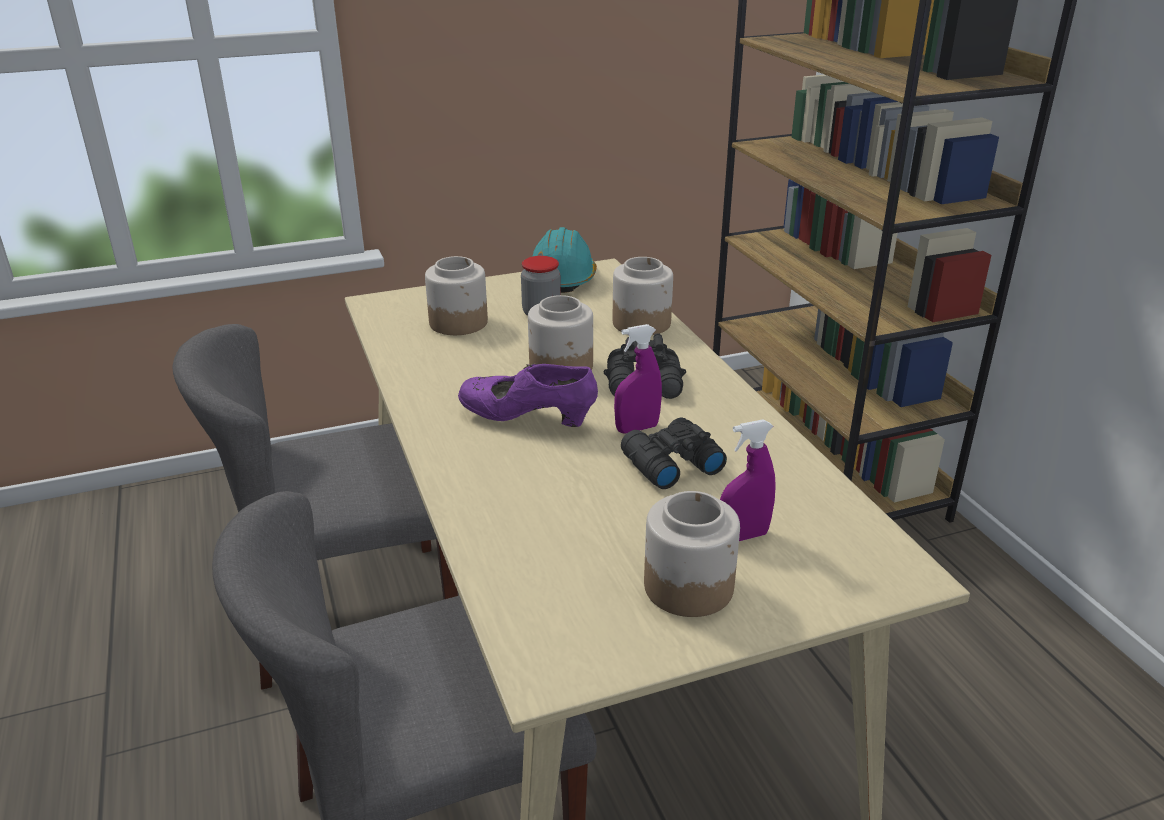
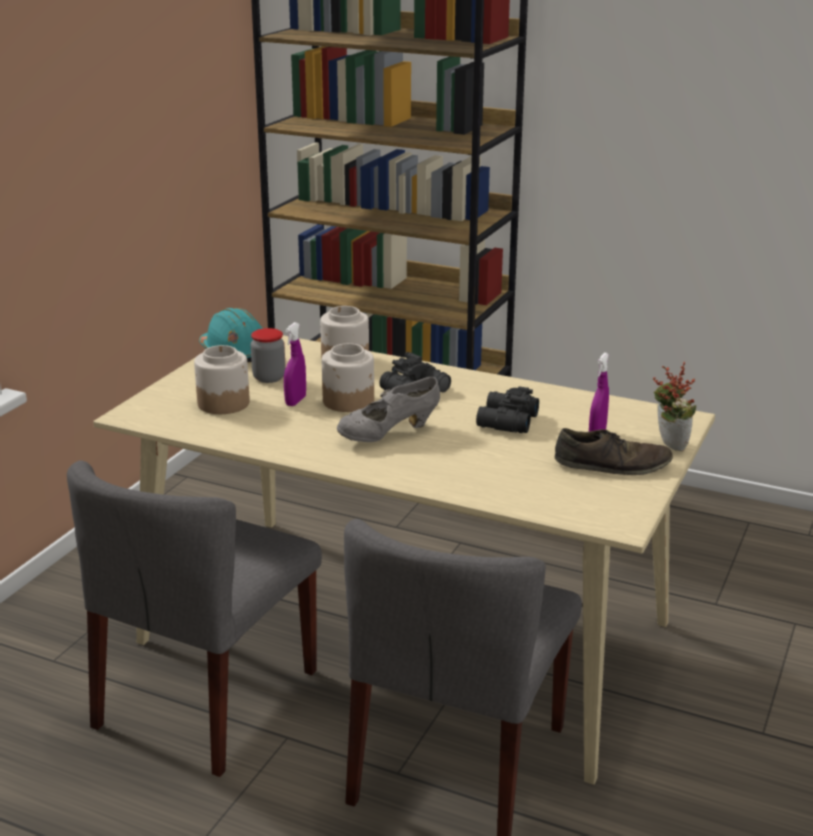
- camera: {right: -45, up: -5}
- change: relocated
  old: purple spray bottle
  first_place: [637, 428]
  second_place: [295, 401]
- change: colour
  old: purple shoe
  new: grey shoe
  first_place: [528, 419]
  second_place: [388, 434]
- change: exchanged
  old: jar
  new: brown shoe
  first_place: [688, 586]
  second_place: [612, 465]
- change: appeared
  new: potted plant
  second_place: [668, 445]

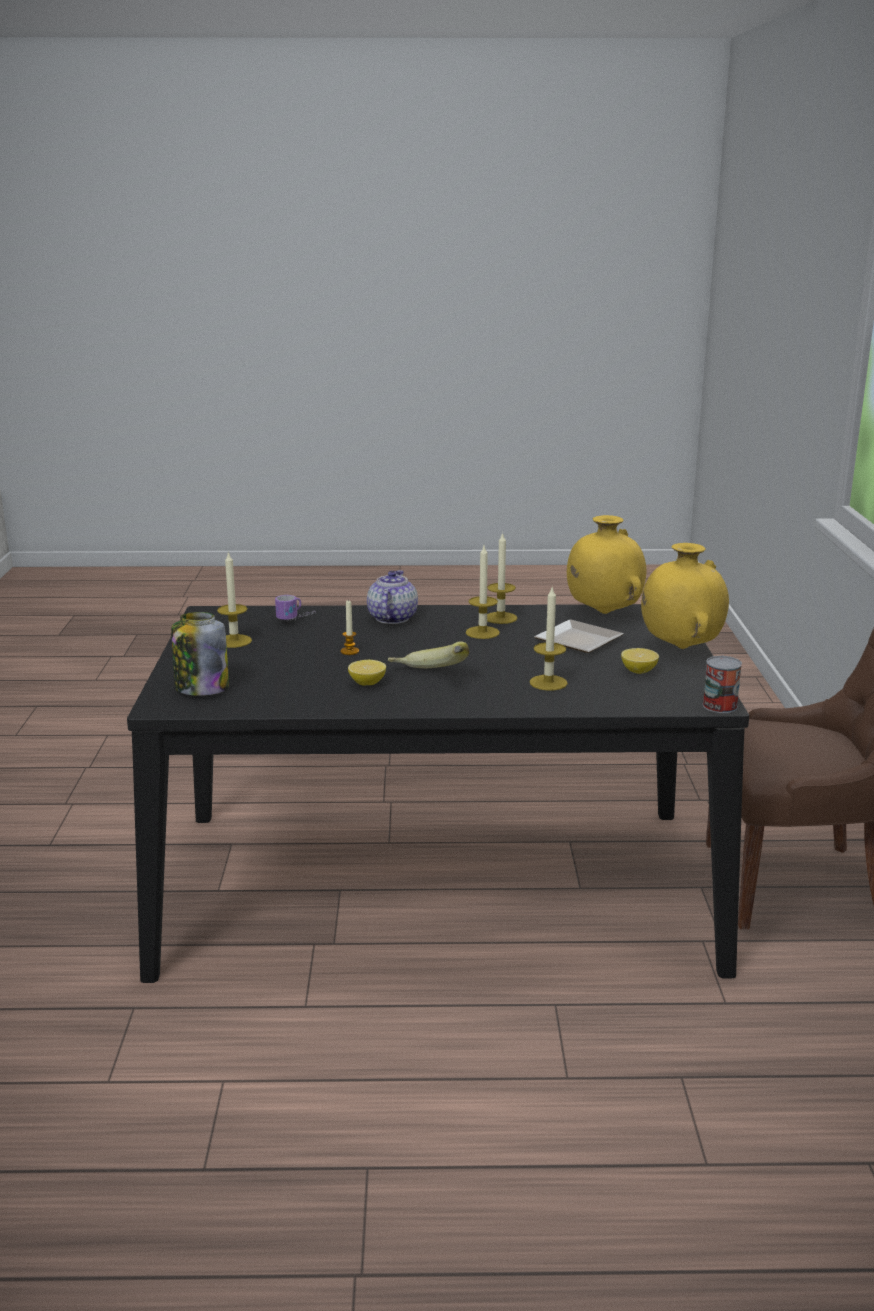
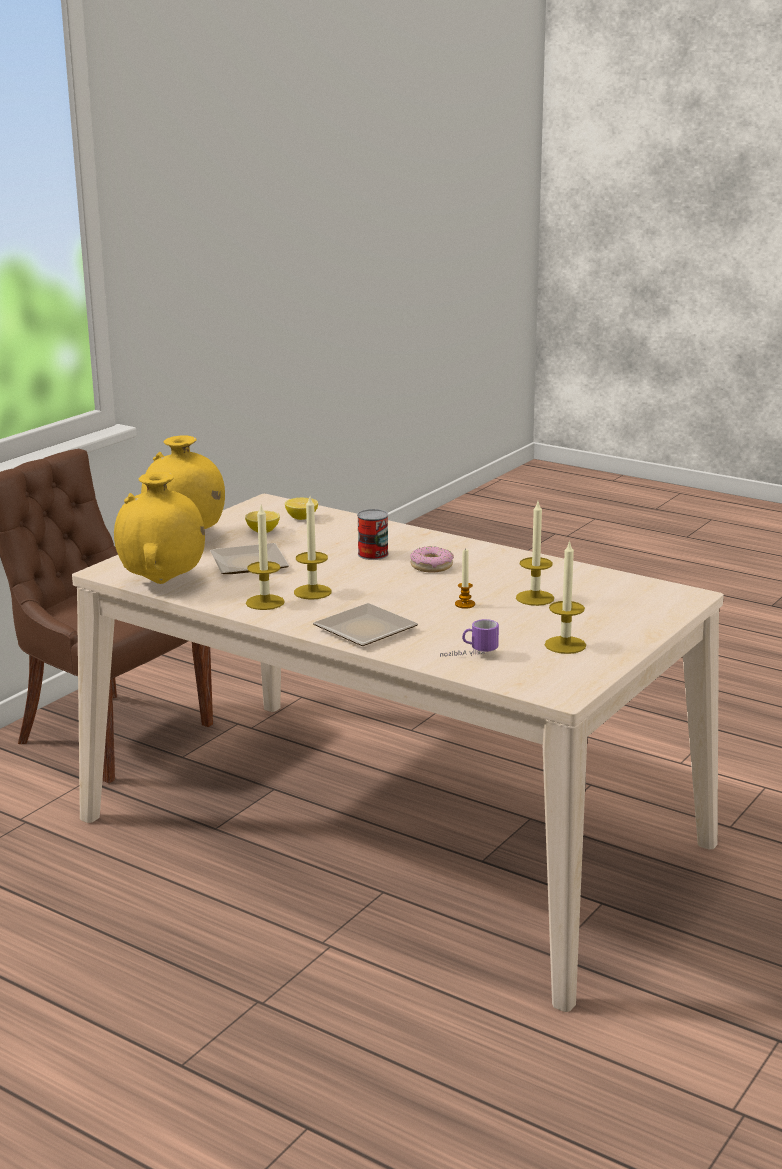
- camera: {right: -145, up: 0}
- change: colour
  old: black dining table
  new: beige dining table
  first_place: [437, 888]
  second_place: [392, 831]
- change: relocated
  old: lemon
  first_place: [367, 683]
  second_place: [301, 518]
- change: exchanged
  old: teapot
  new: plate
  first_place: [391, 618]
  second_place: [369, 630]
- change: relocated
  old: can
  first_place: [720, 706]
  second_place: [373, 554]
- change: exchanged
  old: banana
  new: donut
  first_place: [428, 676]
  second_place: [431, 566]
- change: relocated
  old: candle
  first_place: [548, 683]
  second_place: [535, 598]
- change: missing
  old: jar
  first_place: [201, 688]

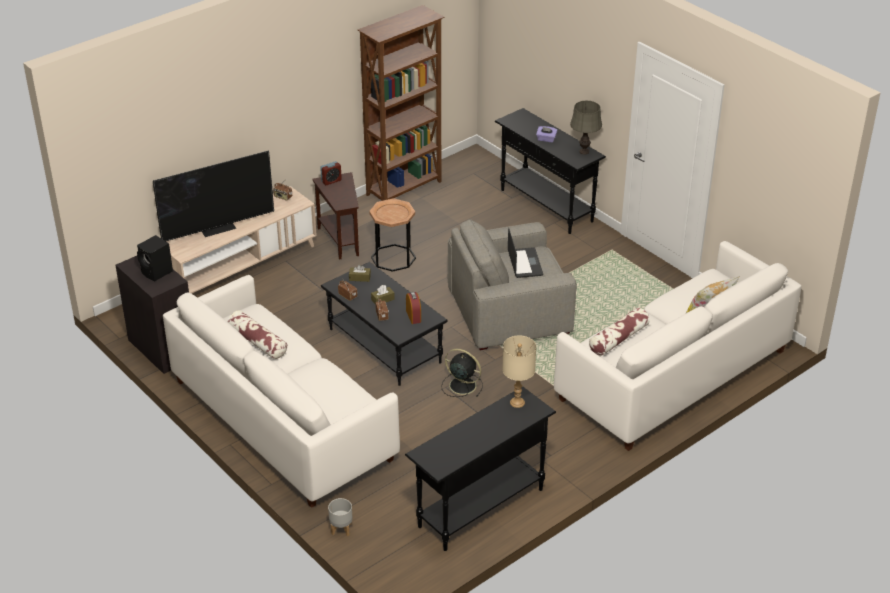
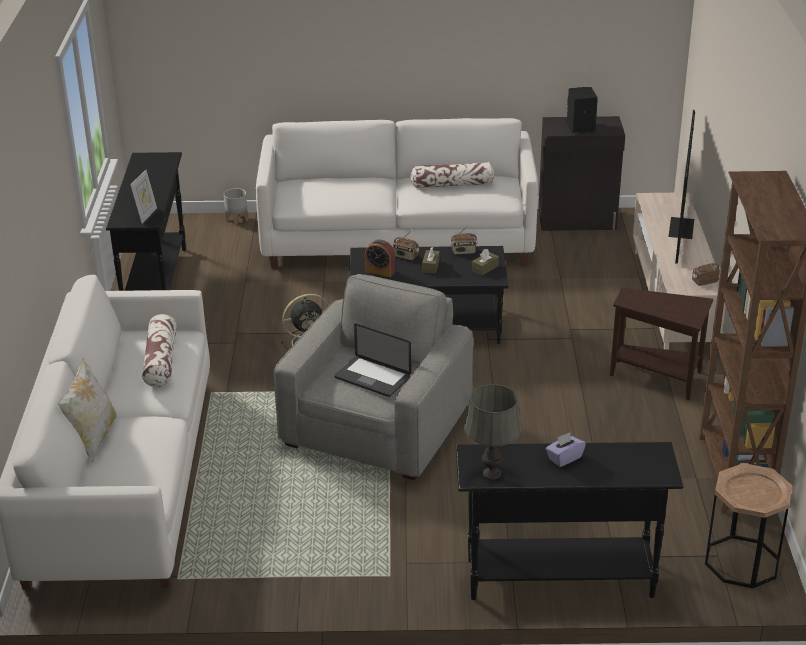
- camera: {right: 130, up: -5}
- change: exchanged
  old: beige table lamp
  new: picture frame
  first_place: [517, 403]
  second_place: [146, 215]
- change: relocated
  old: brown side table
  first_place: [393, 258]
  second_place: [742, 561]
- change: missing
  old: alarm clock
  first_place: [331, 181]

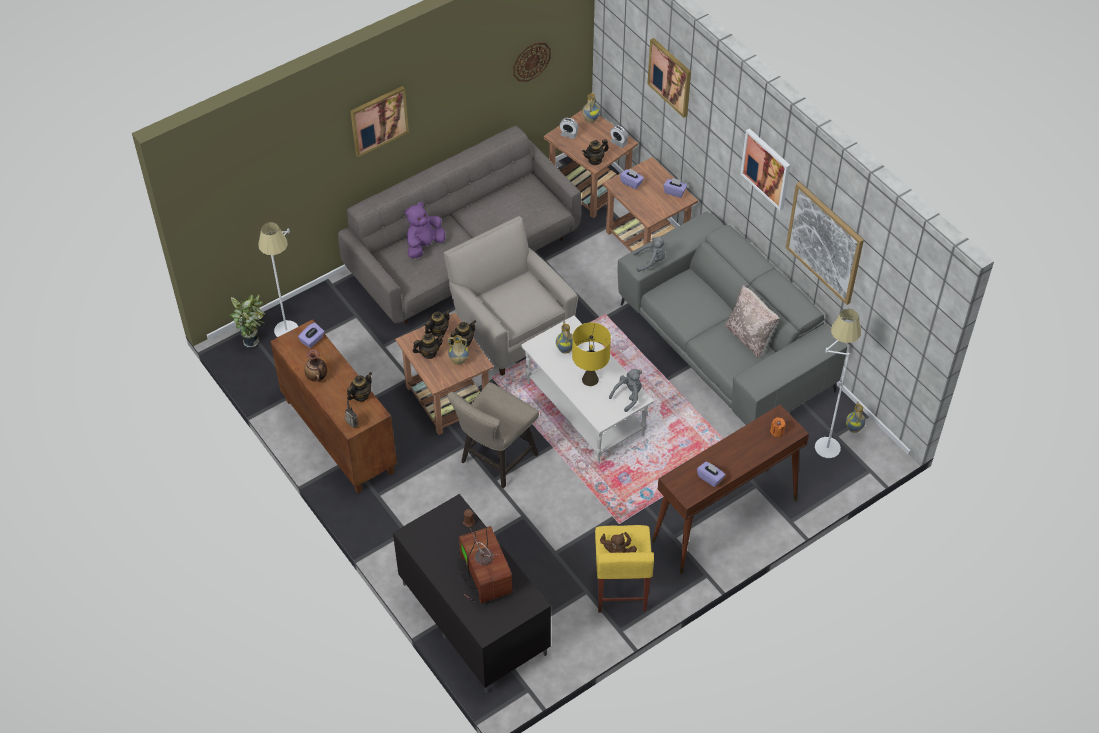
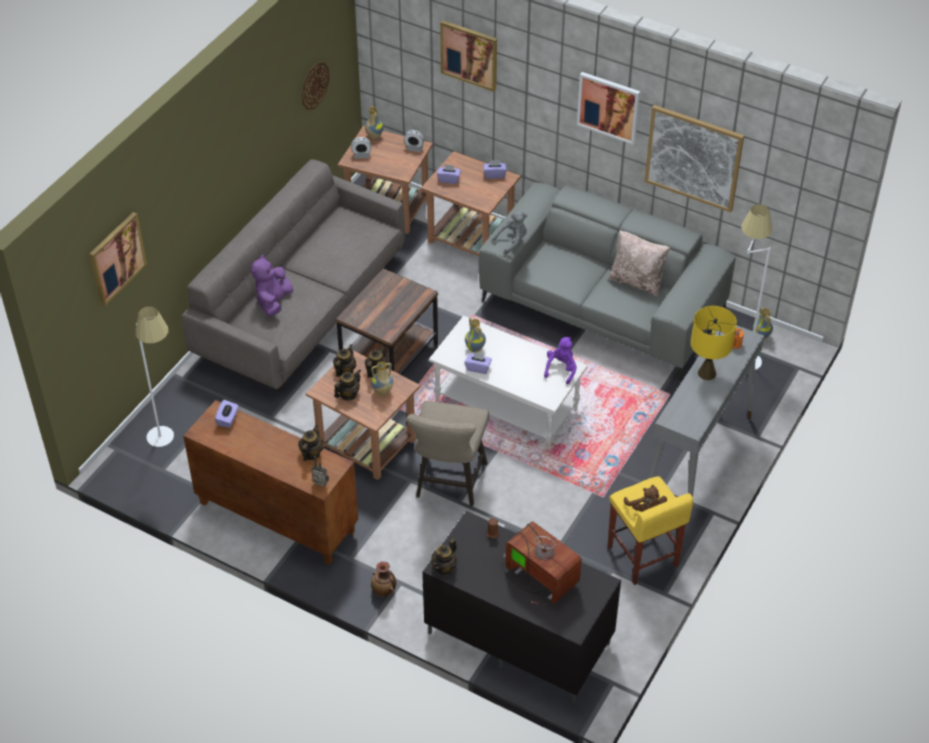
- camera: {right: -25, up: -5}
- change: relocated
  old: picture
  first_place: [378, 120]
  second_place: [117, 258]
- change: exchanged
  old: beige armchair
  new: brown side table
  first_place: [510, 328]
  second_place: [389, 357]
- change: relocated
  old: vase
  first_place: [317, 377]
  second_place: [384, 590]
- change: relocated
  old: teapot
  first_place: [595, 160]
  second_place: [444, 568]
- change: relocated
  old: purple tissue box
  first_place: [710, 478]
  second_place: [478, 368]
- change: colour
  old: grey plush toy
  new: purple plush toy
  first_place: [628, 396]
  second_place: [561, 369]
- change: colour
  old: brown console table
  new: grey console table
  first_place: [724, 521]
  second_place: [698, 458]
- change: relocated
  old: yellow table lamp
  first_place: [590, 379]
  second_place: [707, 373]
- change: missing
  old: potted plant
  first_place: [252, 340]

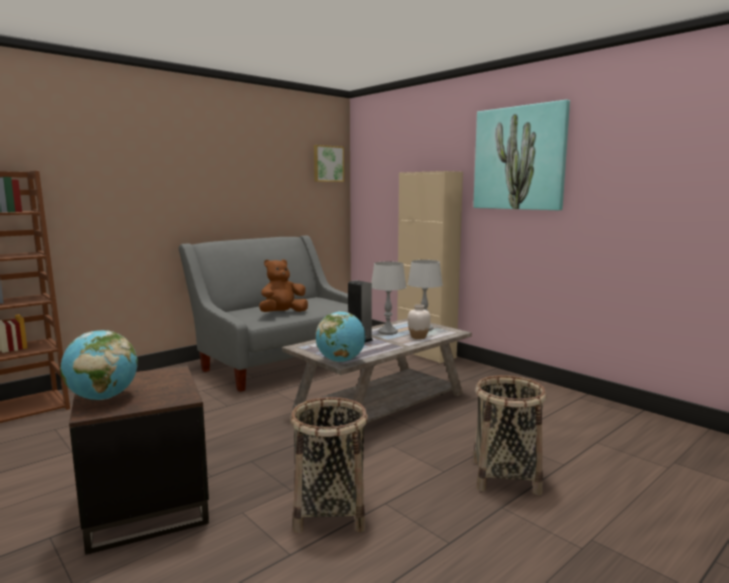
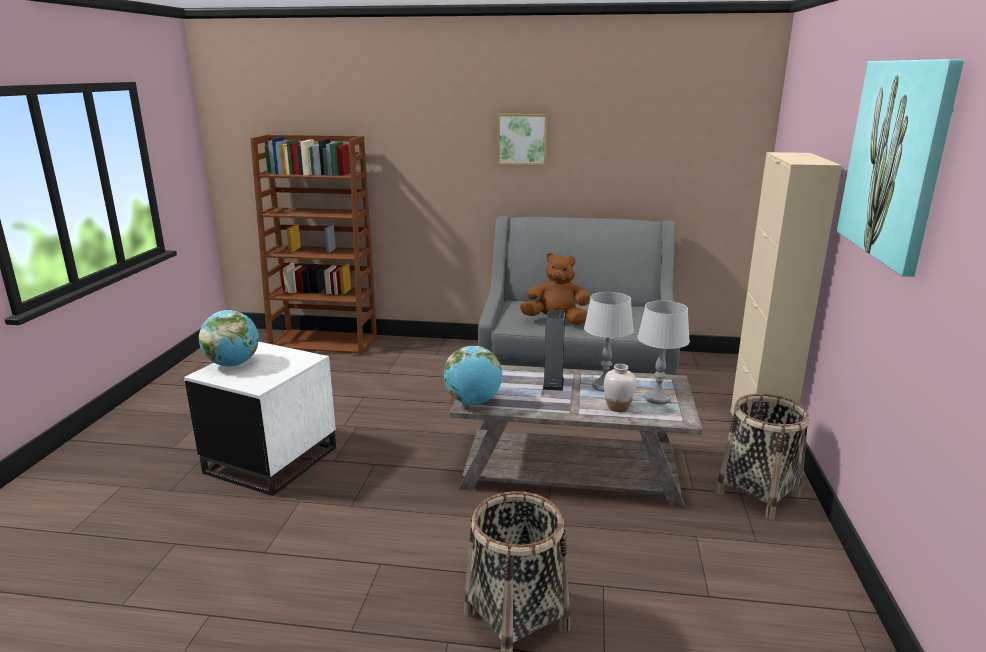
- camera: {right: 50, up: 10}
- change: colour
  old: brown side table
  new: white side table
  first_place: [145, 506]
  second_place: [270, 460]
- change: relocated
  old: picture
  first_place: [328, 163]
  second_place: [522, 139]
- change: relocated
  old: basket
  first_place: [330, 511]
  second_place: [758, 493]

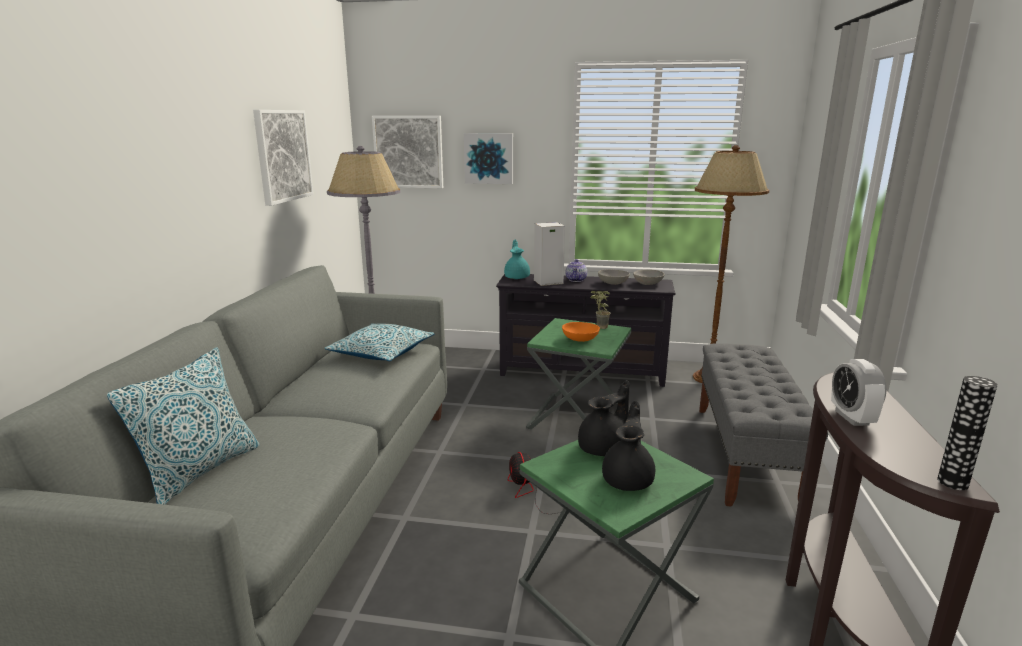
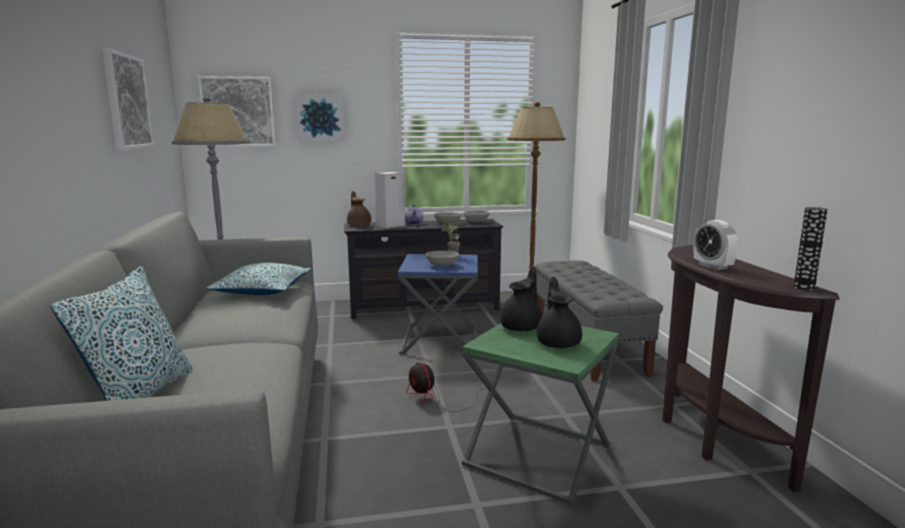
- camera: {right: -20, up: -5}
- change: colour
  old: turquoise teapot
  new: brown teapot
  first_place: [517, 277]
  second_place: [359, 225]
- change: colour
  old: green side table
  new: blue side table
  first_place: [577, 418]
  second_place: [440, 341]
- change: colour
  old: orange bowl
  new: grey bowl
  first_place: [580, 339]
  second_place: [442, 265]

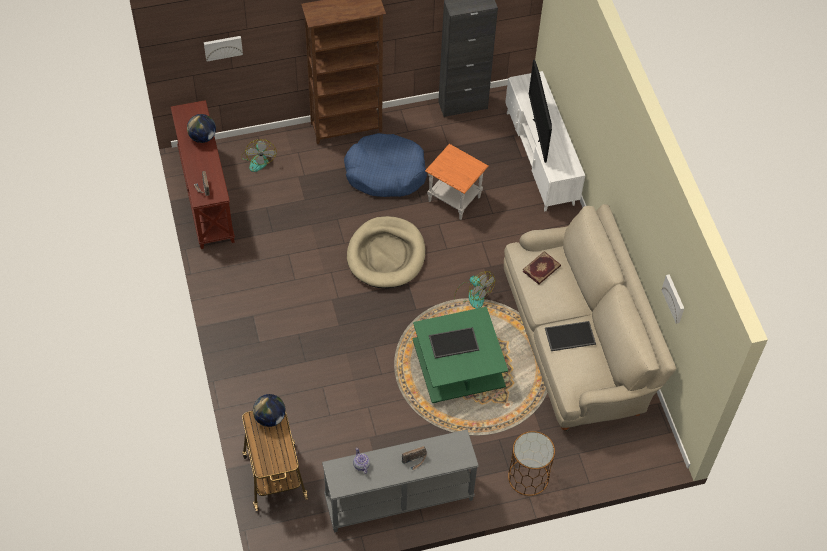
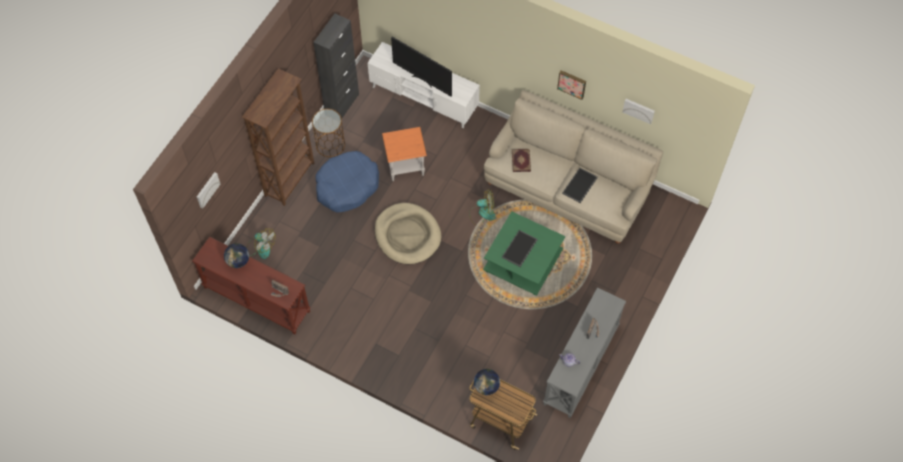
- camera: {right: -45, up: 5}
- change: relocated
  old: brown side table
  first_place: [528, 477]
  second_place: [330, 145]
- change: appeared
  new: picture
  second_place: [572, 83]

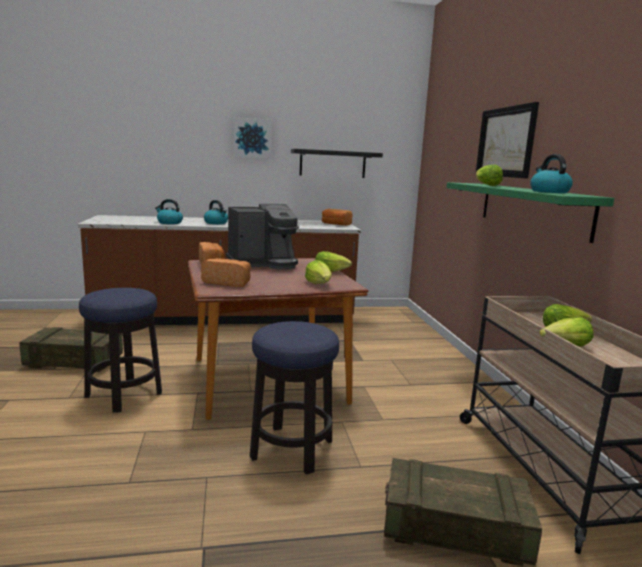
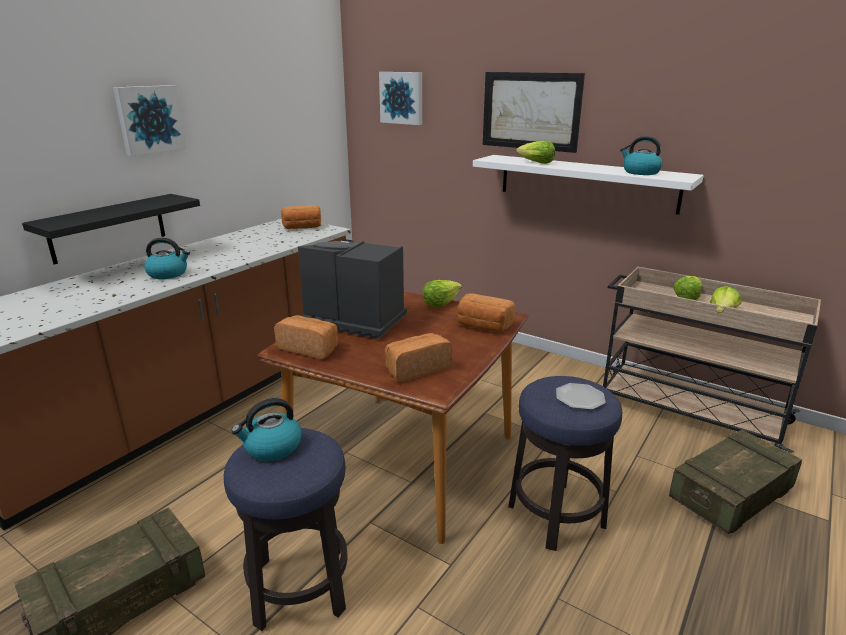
- camera: {right: -45, up: 10}
- change: relocated
  old: black shelf
  first_place: [332, 164]
  second_place: [108, 228]
- change: relocated
  old: kettle
  first_place: [169, 223]
  second_place: [272, 447]
- change: spun
  old: coffee machine
  first_place: [263, 263]
  second_place: [354, 320]
  degrees: -90
- change: appeared
  new: picture
  second_place: [402, 98]
- change: exchanged
  old: lettuce
  new: bread
  first_place: [319, 284]
  second_place: [483, 326]
- change: colour
  old: green shelf
  new: white shelf
  first_place: [531, 208]
  second_place: [586, 183]
- change: appeared
  new: plate
  second_place: [579, 398]

